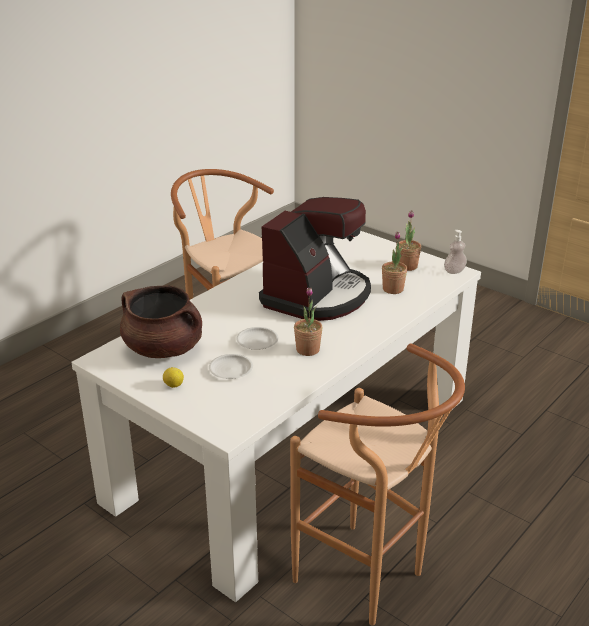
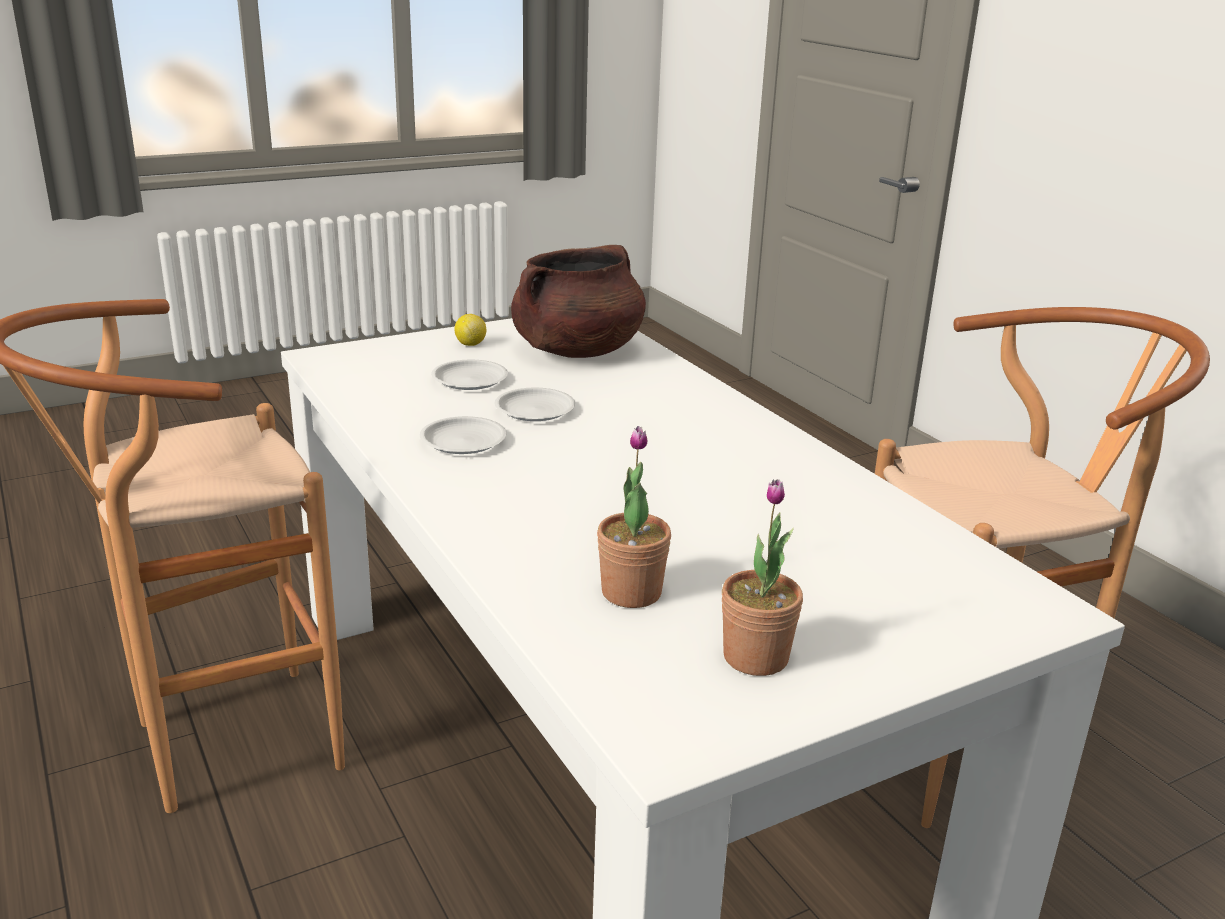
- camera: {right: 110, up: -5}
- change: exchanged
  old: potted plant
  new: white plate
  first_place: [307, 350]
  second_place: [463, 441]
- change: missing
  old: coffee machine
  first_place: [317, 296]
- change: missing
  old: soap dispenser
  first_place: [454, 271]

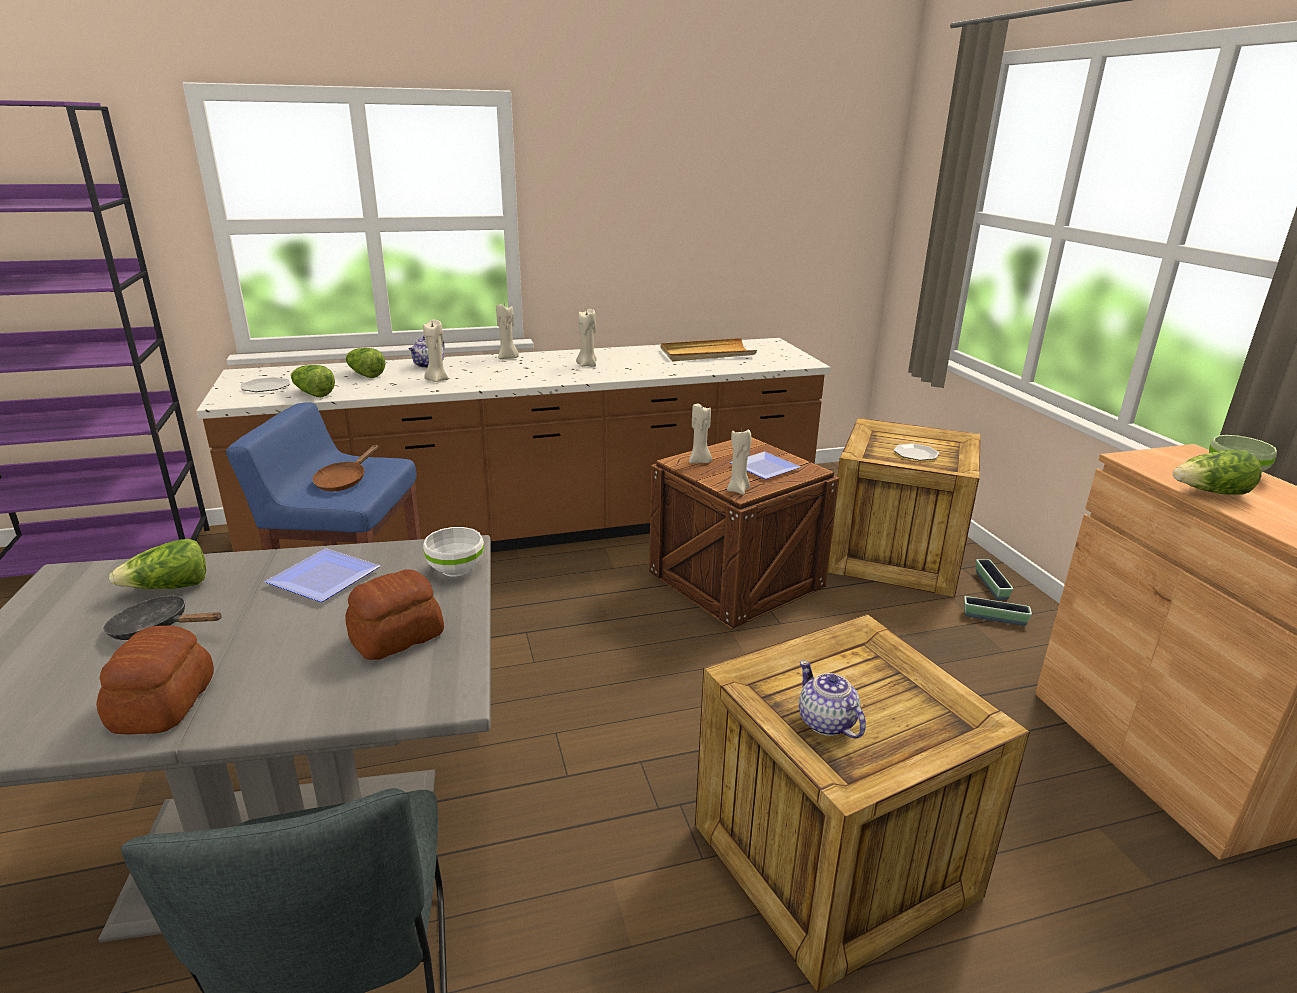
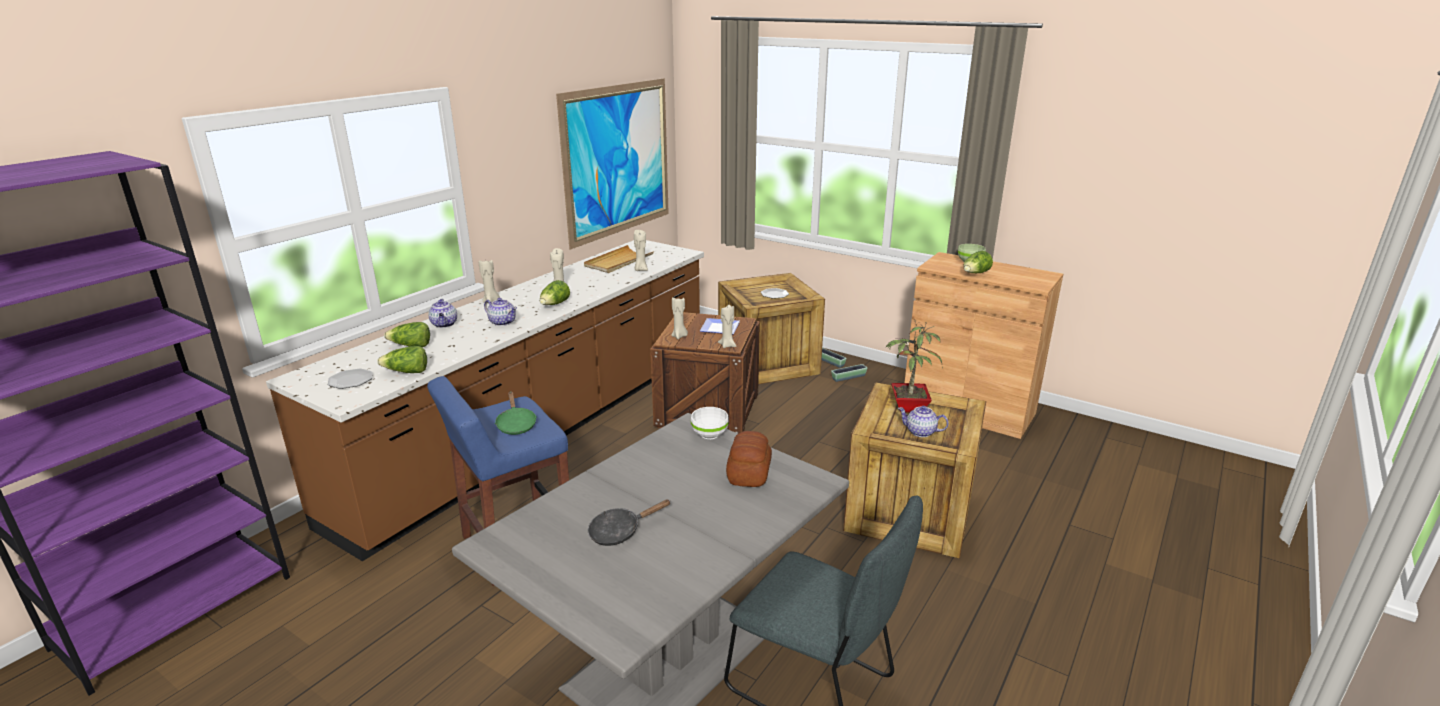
- camera: {right: -40, up: 0}
- change: appeared
  new: teapot
  second_place: [502, 322]
- change: colour
  old: brown frying pan
  new: green frying pan
  first_place: [344, 481]
  second_place: [516, 424]
- change: relocated
  old: lettuce
  first_place: [169, 588]
  second_place: [555, 304]
- change: appeared
  new: picture
  second_place: [618, 160]
- change: relocated
  old: beige candle
  first_place: [436, 380]
  second_place: [640, 270]
- change: appeared
  new: potted plant
  second_place: [907, 408]
- change: missing
  old: bread
  first_place: [161, 705]
- change: missing
  old: plate
  first_place: [324, 580]

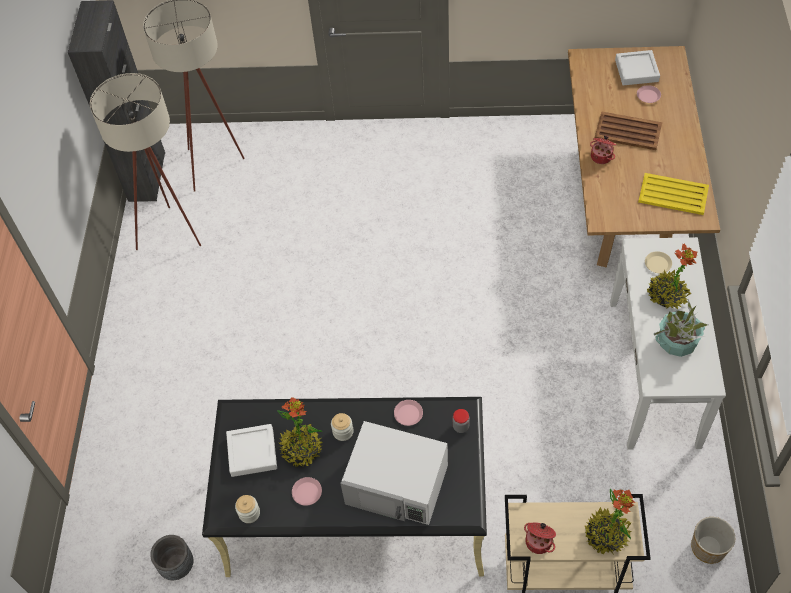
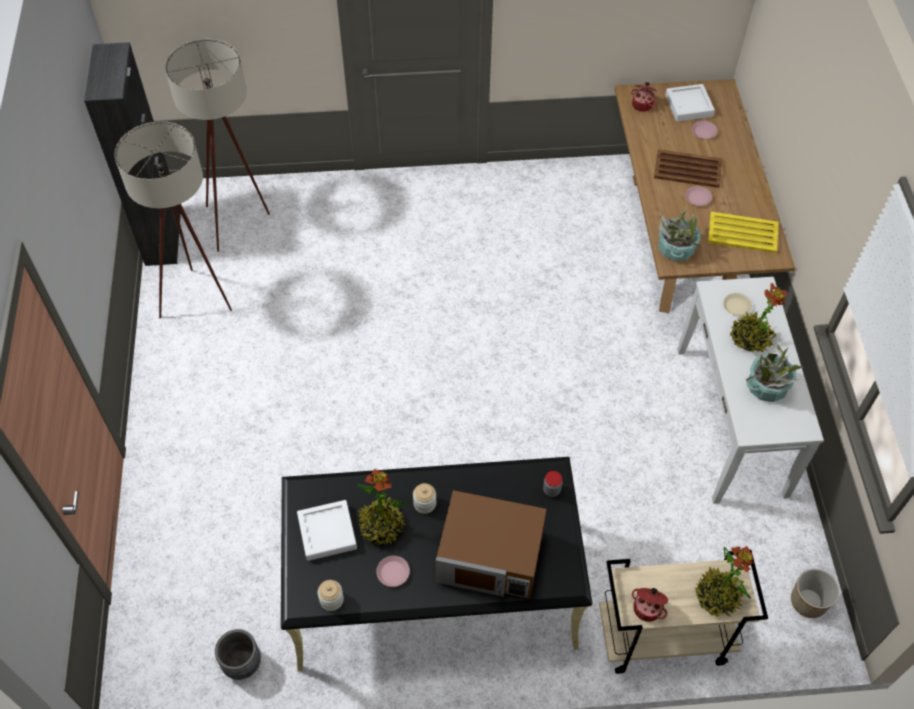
- camera: {right: -10, up: 0}
- change: colour
  old: white microwave
  new: brown microwave
  first_place: [397, 484]
  second_place: [491, 557]
- change: relocated
  old: cooking pot
  first_place: [601, 156]
  second_place: [642, 104]
- change: appeared
  new: potted plant
  second_place: [675, 248]
- change: relocated
  old: pink plate
  first_place: [408, 414]
  second_place: [697, 198]

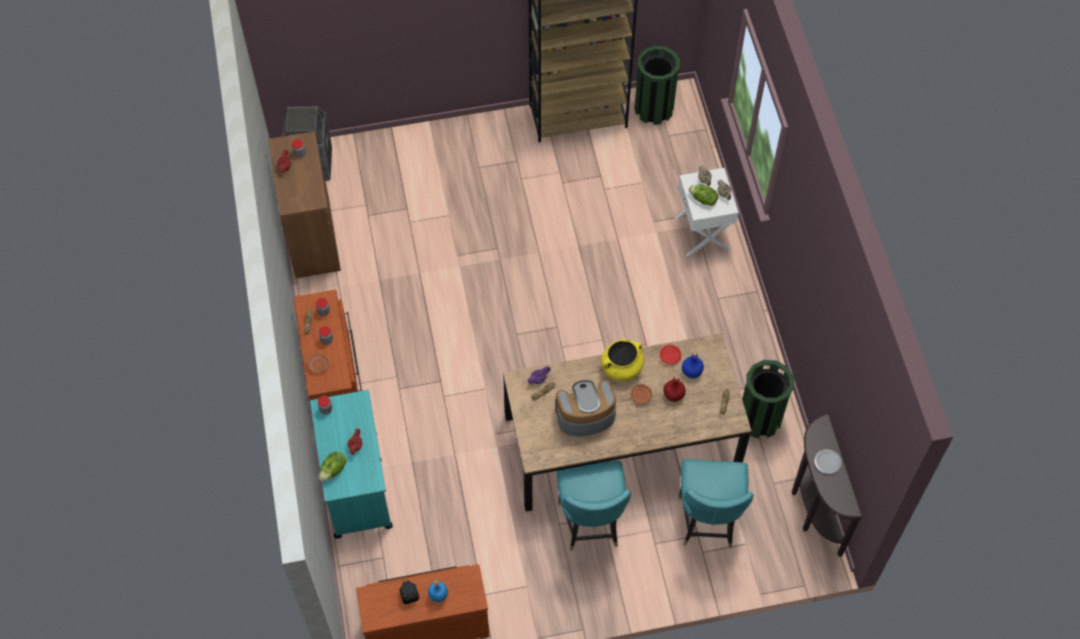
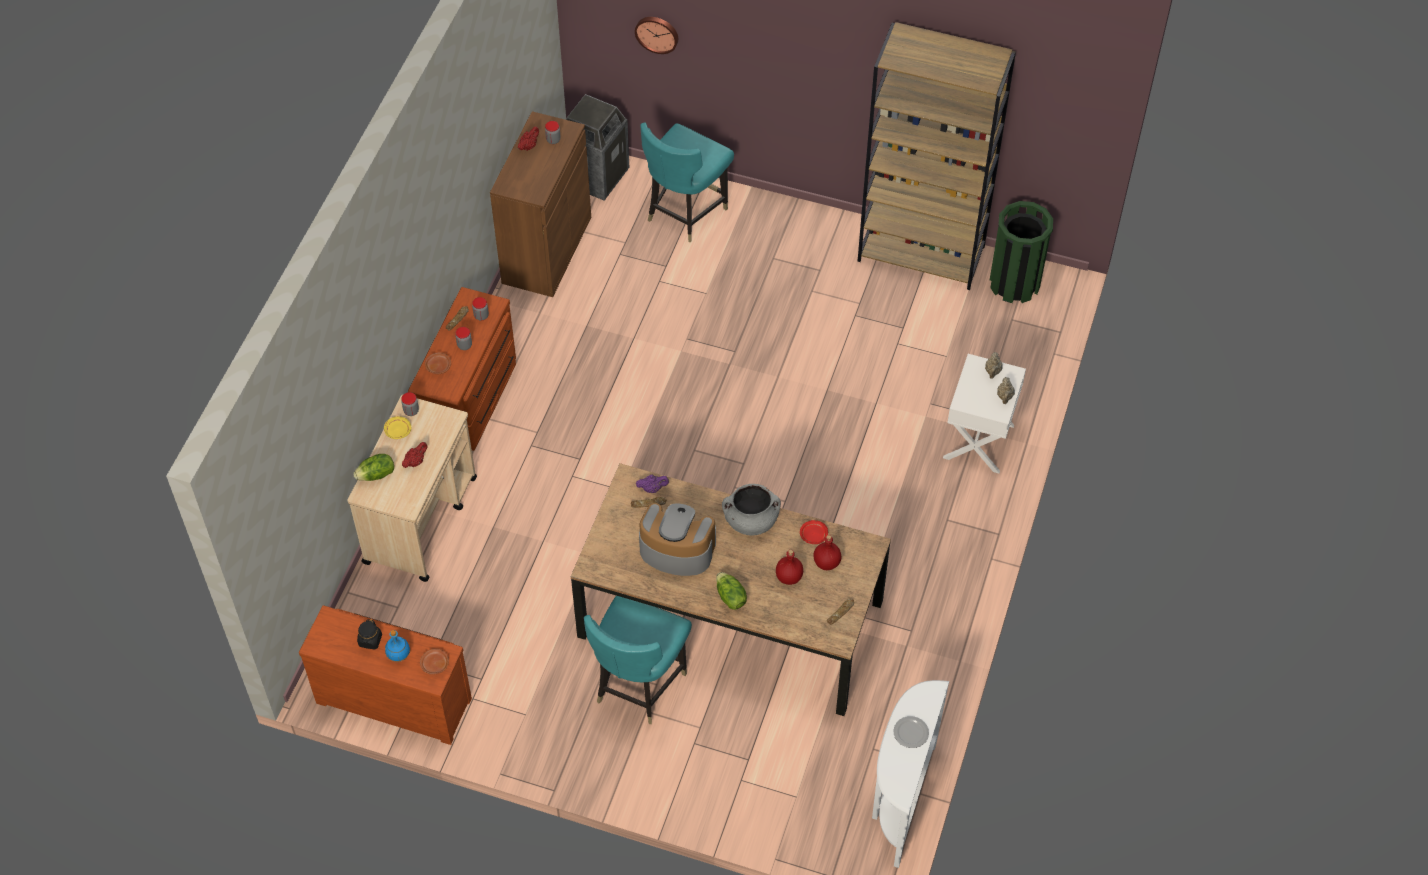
- camera: {right: 30, up: -5}
- change: colour
  old: turquoise cart
  new: beige cart
  first_place: [356, 483]
  second_place: [421, 519]
- change: appeared
  new: yellow plate
  second_place: [397, 430]
- change: relocated
  old: brown plate
  first_place: [641, 396]
  second_place: [435, 664]
- change: appeared
  new: wall clock
  second_place: [657, 33]
- change: relocated
  old: turquoise chair
  first_place: [707, 521]
  second_place: [685, 212]
- change: relocated
  old: lettuce
  first_place: [703, 200]
  second_place: [730, 597]
- change: colour
  old: yellow cooking pot
  new: grey cooking pot
  first_place: [621, 368]
  second_place: [751, 521]
- change: colour
  old: blue bottle
  new: red bottle
  first_place: [691, 371]
  second_place: [826, 562]
- change: colour
  old: brown console table
  new: white console table
  first_place: [813, 509]
  second_place: [899, 800]
- change: missing
  old: green trash can
  first_place: [759, 418]

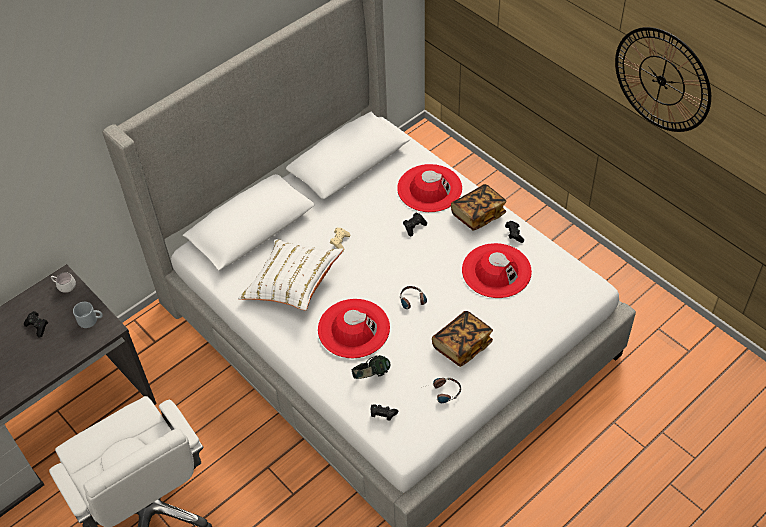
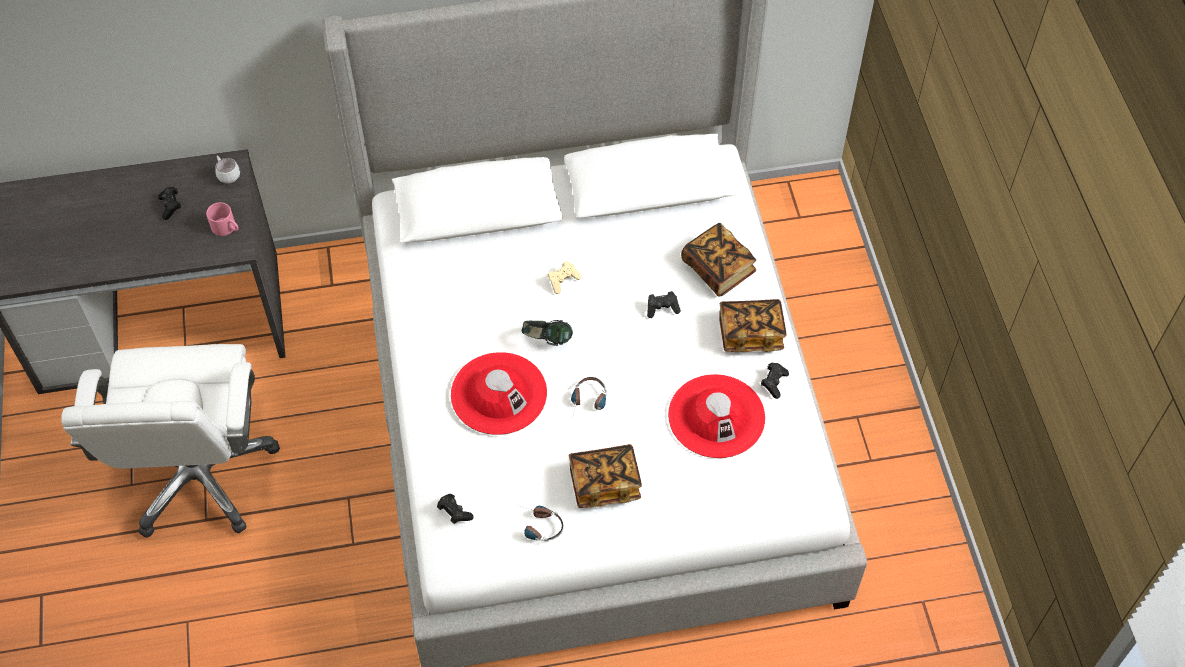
- camera: {right: 30, up: 5}
- change: colour
  old: grey mug
  new: pink mug
  first_place: [91, 320]
  second_place: [227, 228]
- change: relocated
  old: headphones
  first_place: [371, 375]
  second_place: [547, 340]
- change: exchanged
  old: red hat
  new: book
  first_place: [429, 188]
  second_place: [718, 269]
- change: missing
  old: white pillow
  first_place: [292, 284]
- change: missing
  old: wall clock
  first_place: [662, 80]

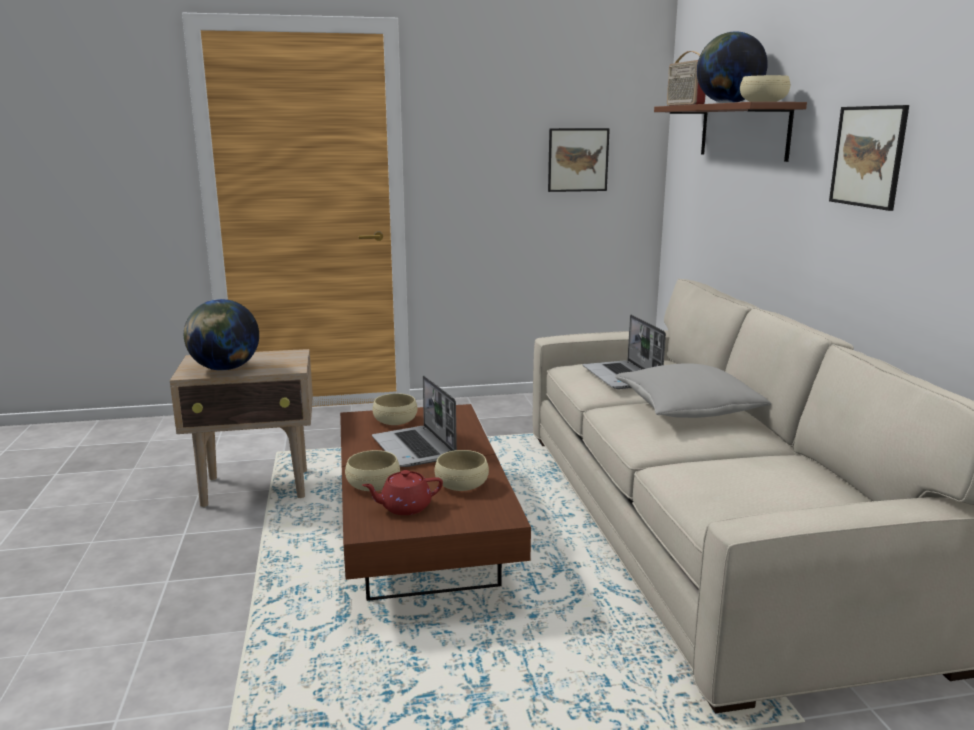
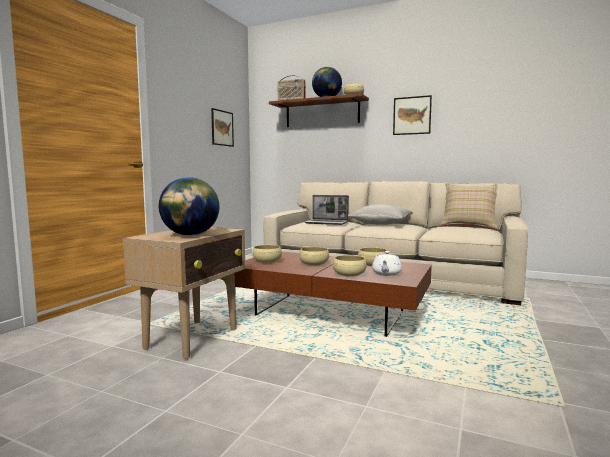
- camera: {right: -55, up: -10}
- change: exchanged
  old: laptop
  new: beige bowl
  first_place: [415, 448]
  second_place: [314, 263]
- change: colour
  old: red teapot
  new: white teapot
  first_place: [404, 507]
  second_place: [386, 274]
- change: appeared
  new: beige pillow
  second_place: [468, 226]

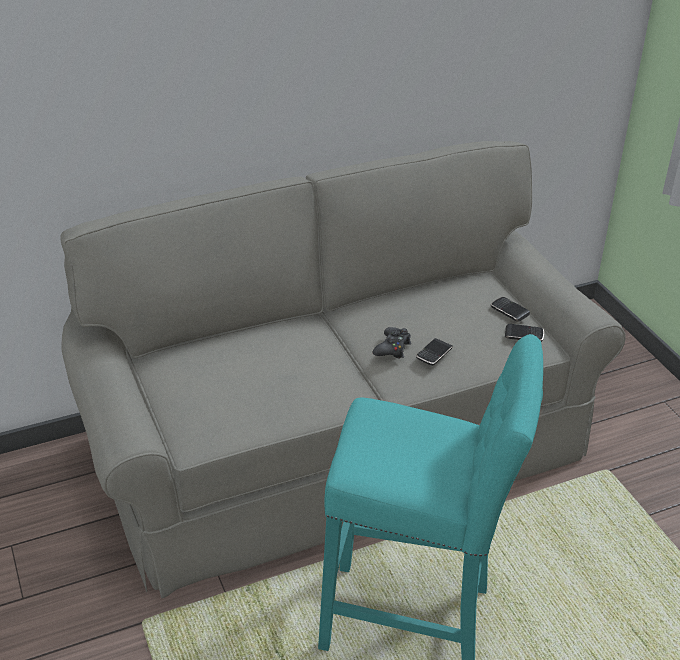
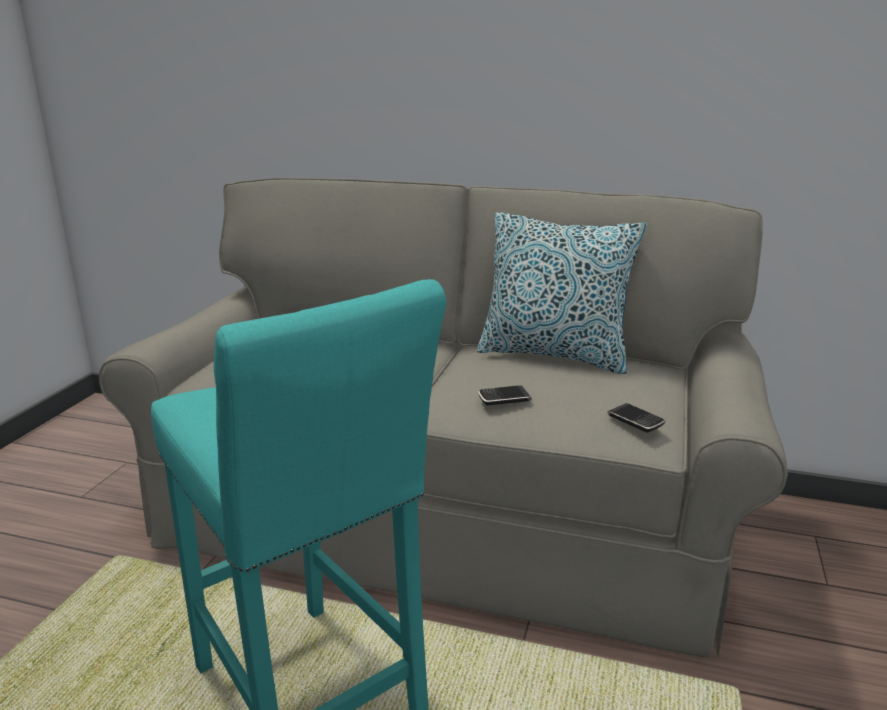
- camera: {right: 40, up: -15}
- change: appeared
  new: pillow
  second_place: [554, 355]
- change: missing
  old: black game controller
  first_place: [392, 348]
- change: missing
  old: phone
  first_place: [509, 311]

